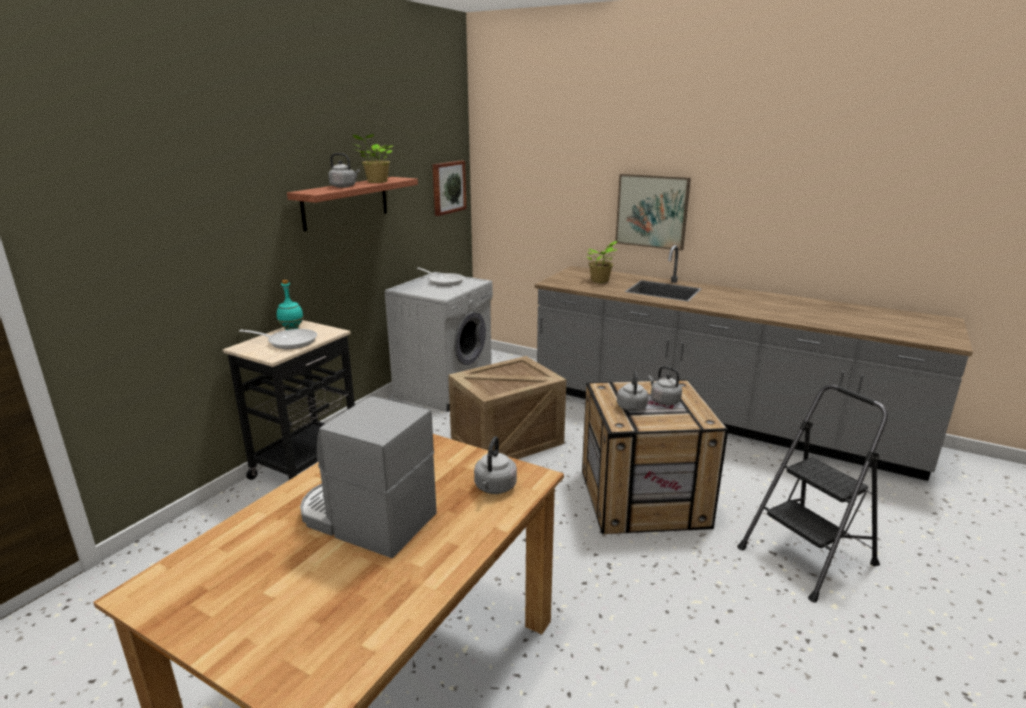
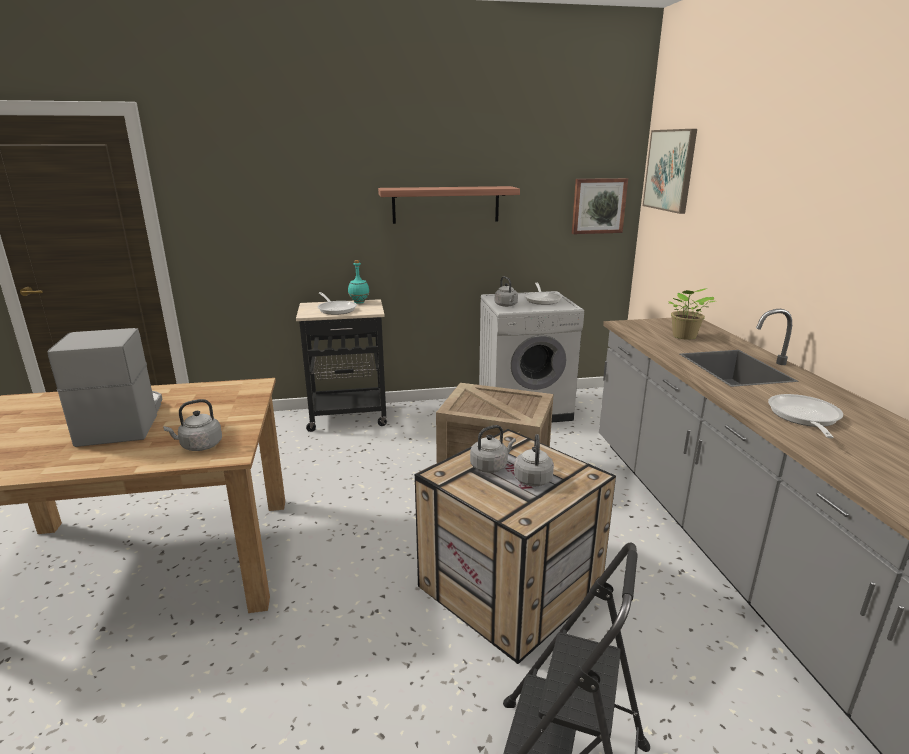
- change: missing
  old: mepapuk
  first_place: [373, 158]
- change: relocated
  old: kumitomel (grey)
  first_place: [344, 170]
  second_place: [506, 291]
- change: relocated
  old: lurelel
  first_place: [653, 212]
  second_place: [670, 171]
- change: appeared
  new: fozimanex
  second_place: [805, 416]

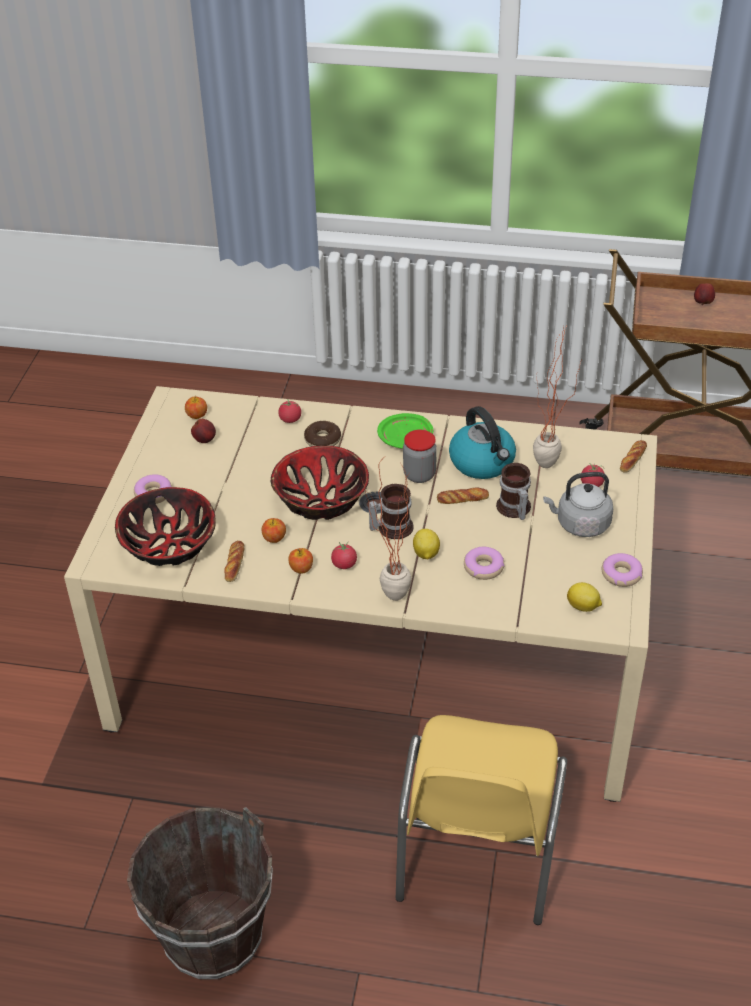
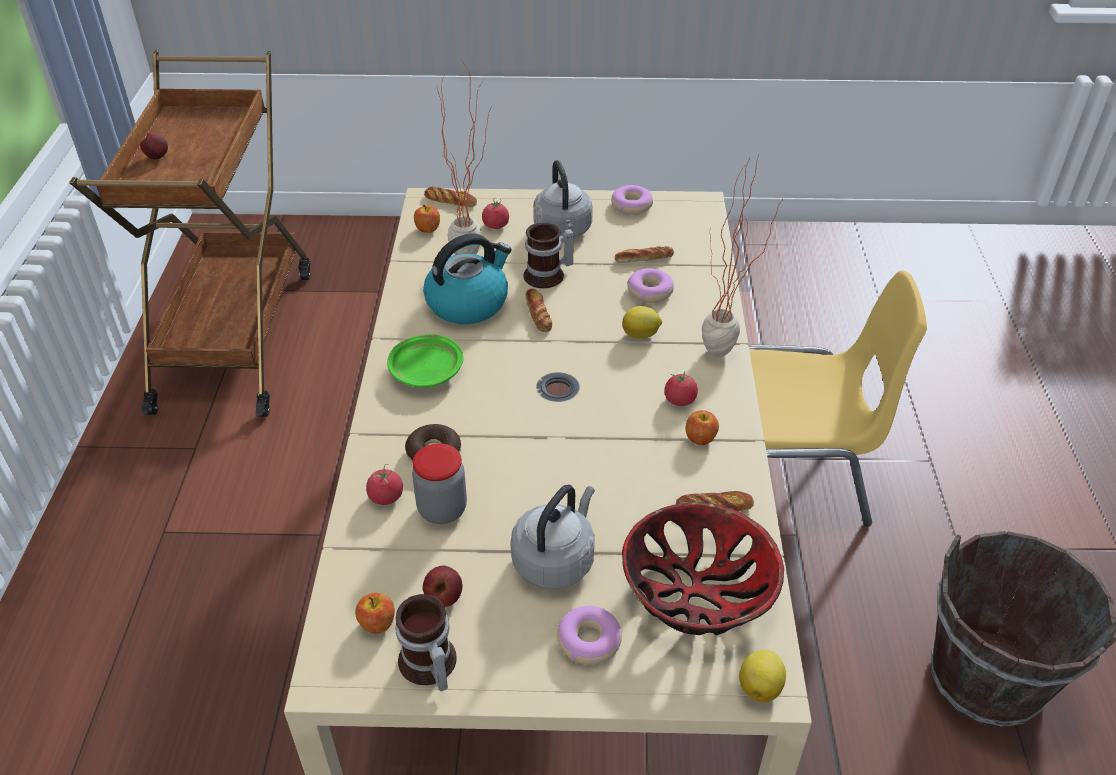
- change: relocated
  old: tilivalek
  first_place: [420, 456]
  second_place: [439, 483]
- change: missing
  old: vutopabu
  first_place: [320, 483]
- change: relocated
  old: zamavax
  first_place: [391, 511]
  second_place: [426, 642]
- change: relocated
  old: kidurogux
  first_place: [274, 530]
  second_place: [427, 219]
- change: relocated
  old: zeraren
  first_place: [584, 597]
  second_place: [762, 676]
- change: appeared
  new: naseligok
  second_place: [644, 254]
- change: appeared
  new: kumitomel (grey)
  second_place: [553, 537]

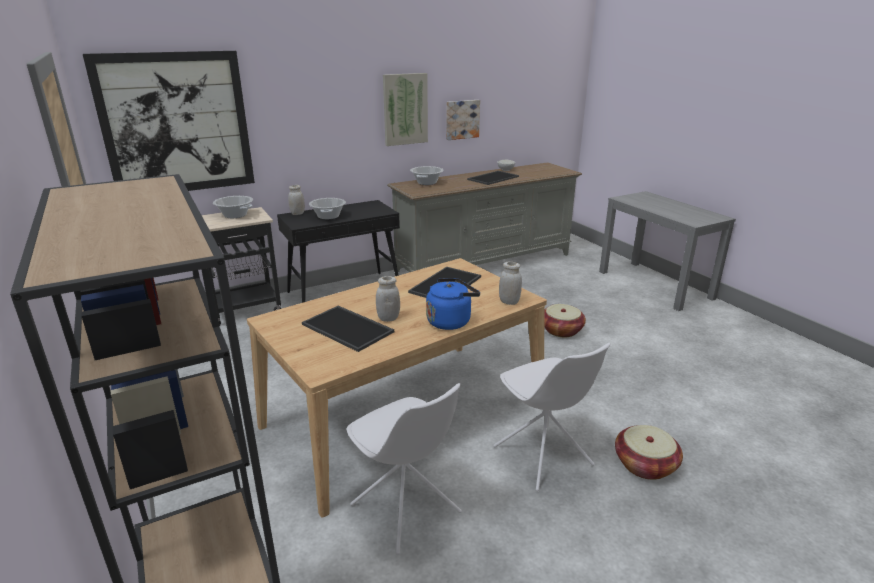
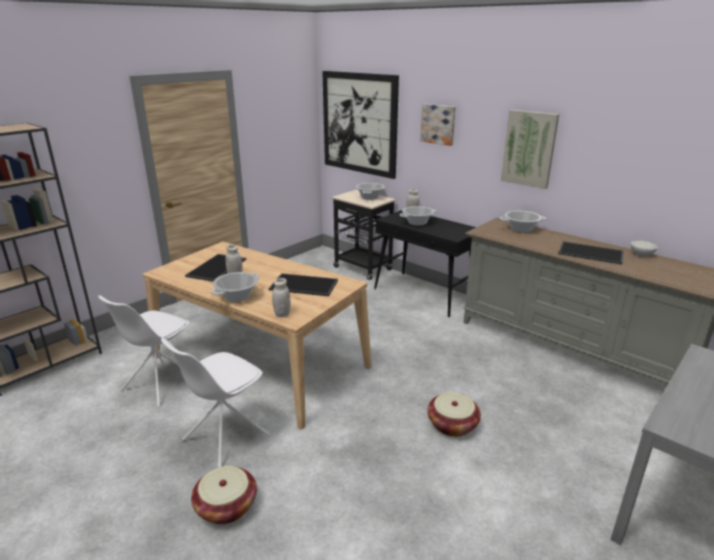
- change: relocated
  old: lurelel
  first_place: [463, 120]
  second_place: [438, 125]
- change: exchanged
  old: kumitomel (blue)
  new: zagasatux
  first_place: [453, 304]
  second_place: [235, 287]

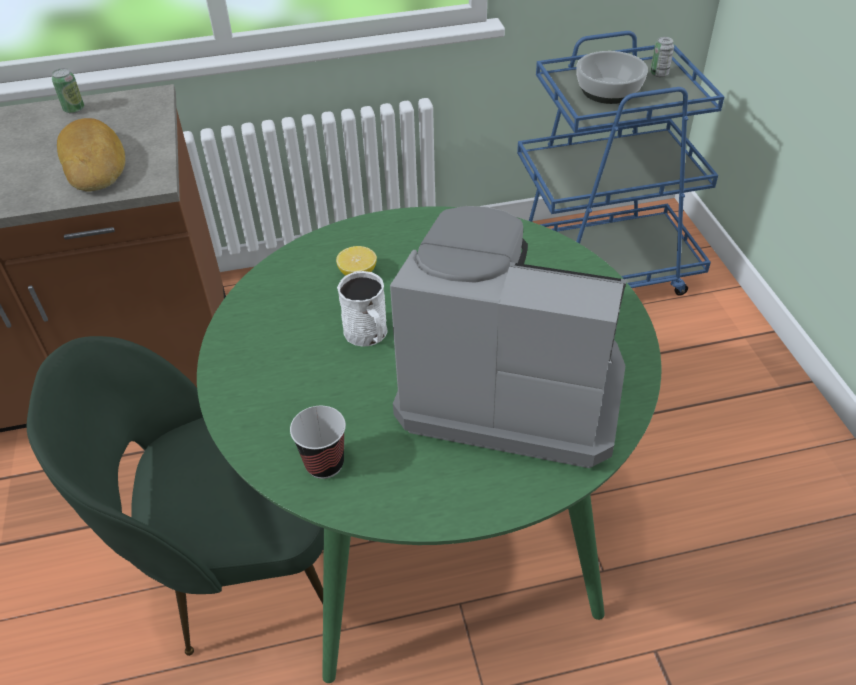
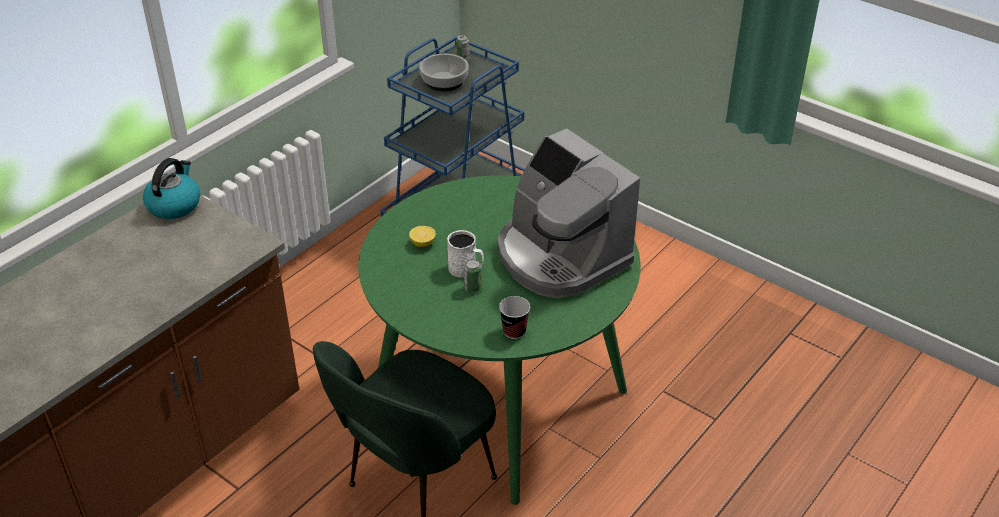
- change: relocated
  old: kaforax
  first_place: [68, 91]
  second_place: [473, 276]
- change: missing
  old: naseligok
  first_place: [91, 154]
- change: spun
  old: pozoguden
  first_place: [508, 337]
  second_place: [568, 214]
  degrees: -105
- change: appeared
  new: kumitomel
  second_place: [171, 188]

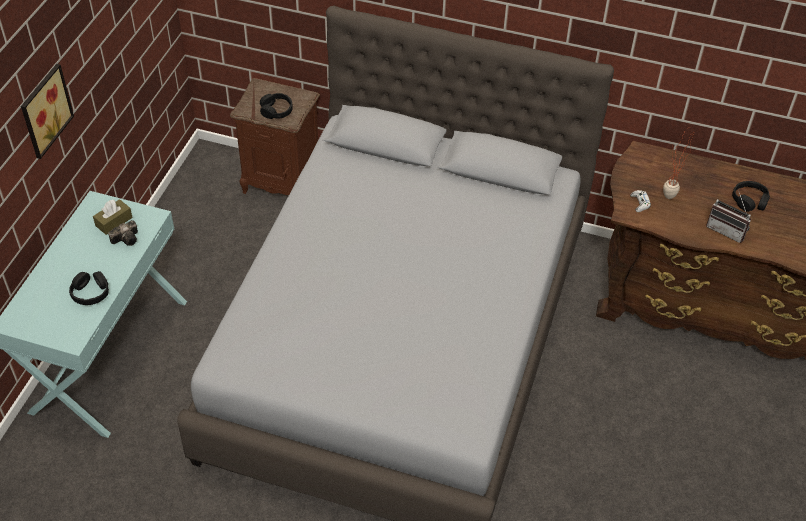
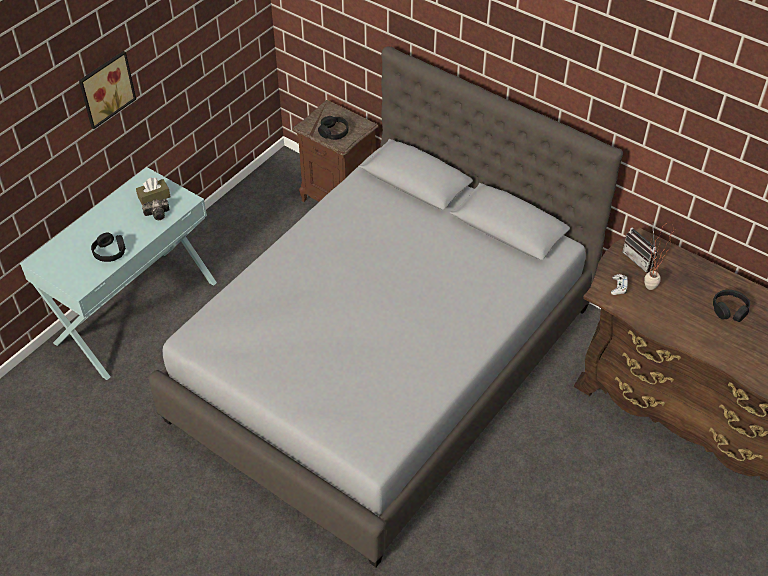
- change: relocated
  old: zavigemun
  first_place: [728, 216]
  second_place: [640, 250]

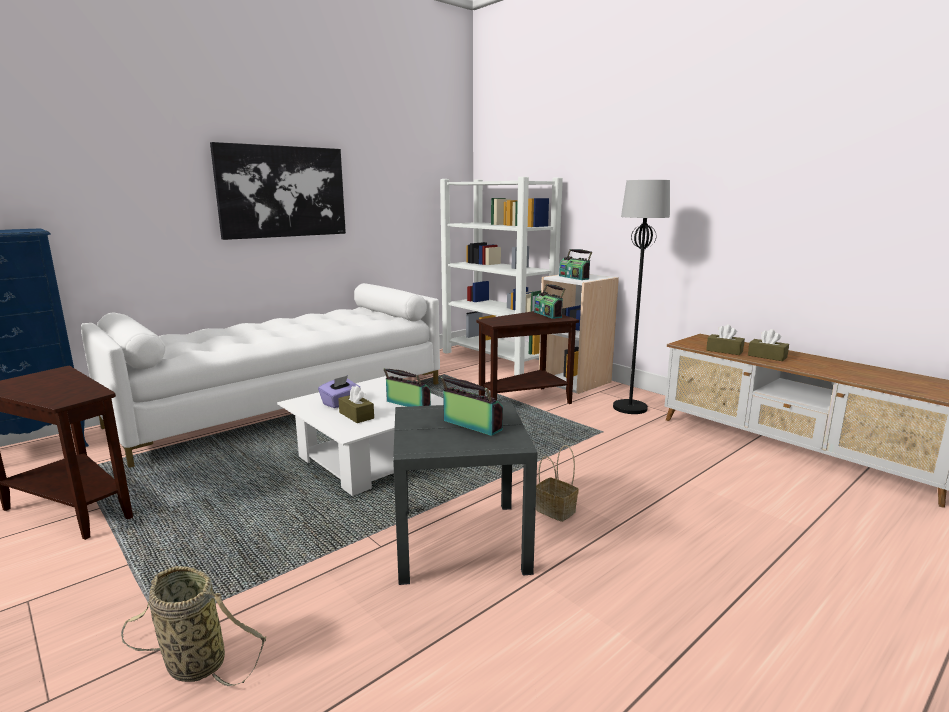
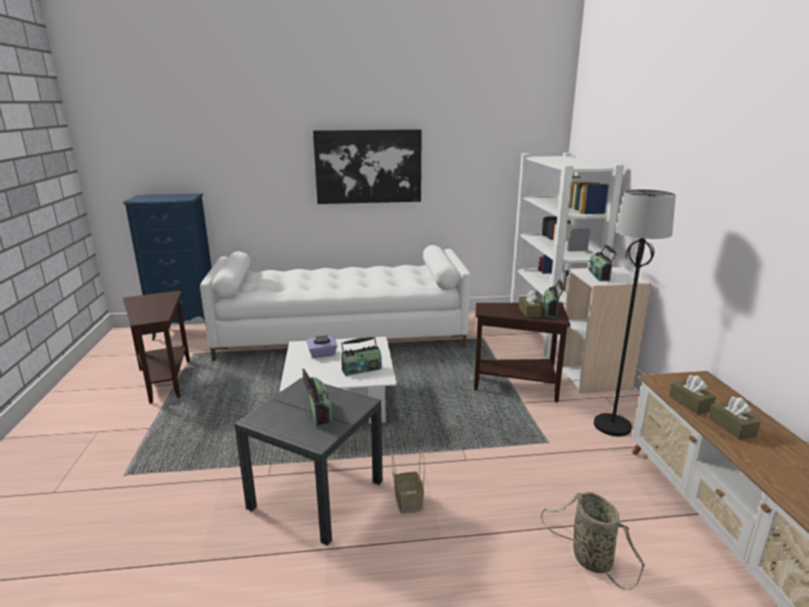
- change: spun
  old: zavigemun
  first_place: [407, 387]
  second_place: [361, 356]
  degrees: 90
- change: relocated
  old: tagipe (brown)
  first_place: [356, 404]
  second_place: [530, 303]
- change: relocated
  old: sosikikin
  first_place: [193, 626]
  second_place: [593, 541]

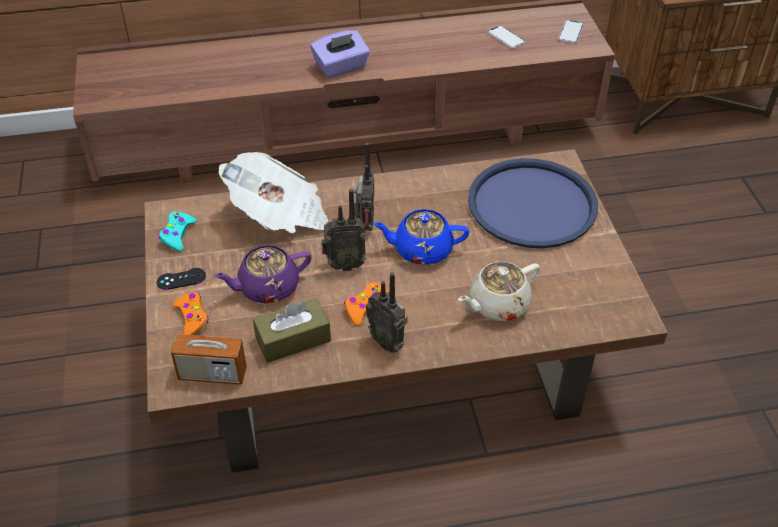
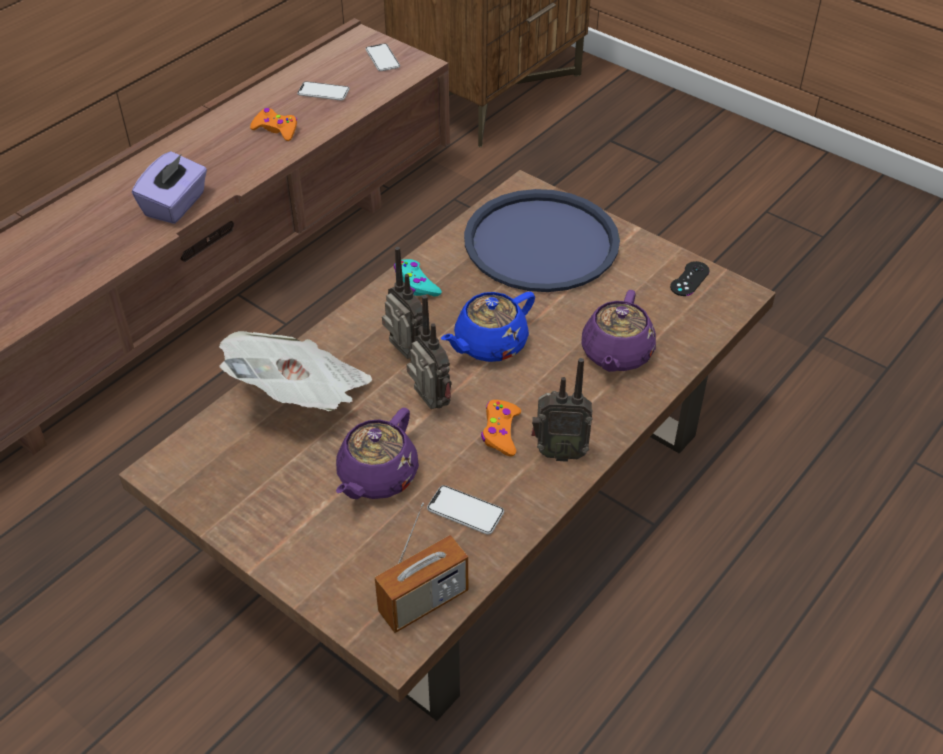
- change: spun
  old: zavigemun
  first_place: [343, 230]
  second_place: [429, 352]
  degrees: -75
- change: relocated
  old: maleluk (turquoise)
  first_place: [177, 231]
  second_place: [418, 278]
- change: colour
  old: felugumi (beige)
  new: felugumi (purple)
  first_place: [499, 291]
  second_place: [618, 331]
- change: relocated
  old: maleluk (black)
  first_place: [181, 279]
  second_place: [690, 278]
- change: relocated
  old: maleluk (orange)
  first_place: [191, 313]
  second_place: [273, 124]
- change: exchanged
  old: tagipe (brown)
  new: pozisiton
  first_place: [292, 330]
  second_place: [465, 510]

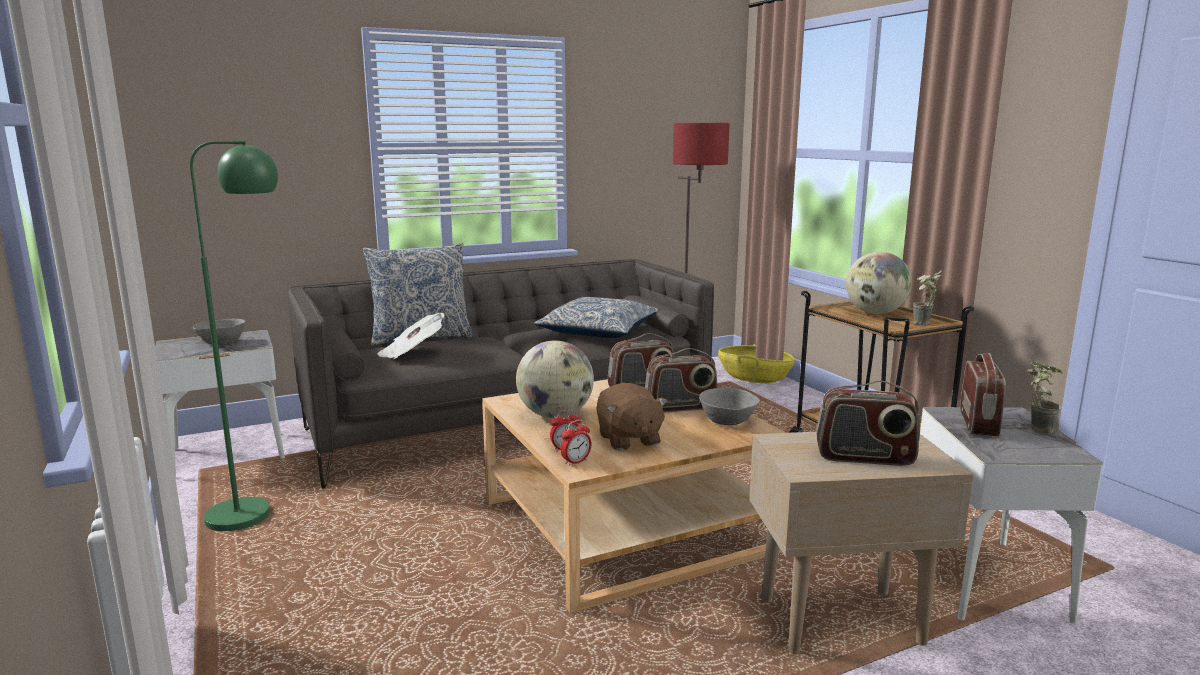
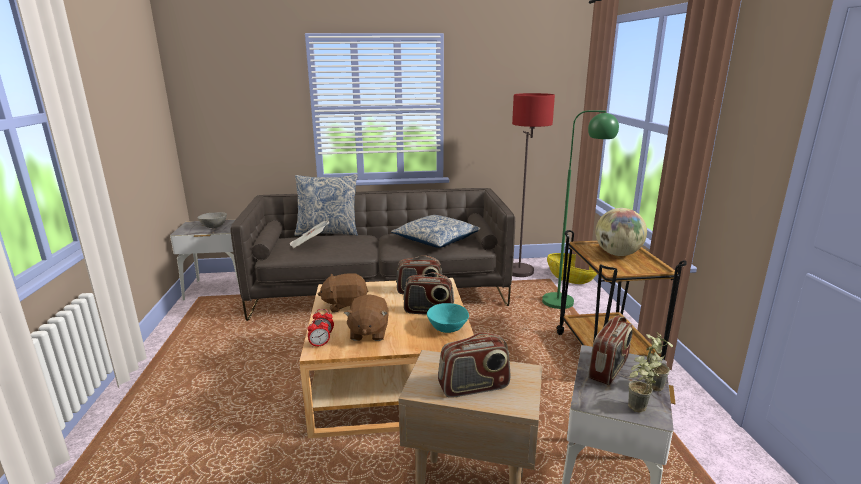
- change: relocated
  old: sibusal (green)
  first_place: [234, 335]
  second_place: [580, 209]
- change: relocated
  old: mepapuk
  first_place: [927, 297]
  second_place: [646, 384]
- change: exchanged
  old: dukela
  new: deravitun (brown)
  first_place: [555, 379]
  second_place: [343, 293]
- change: spun
  old: zavigemun
  first_place: [868, 423]
  second_place: [474, 365]
  degrees: -45
- change: colour
  old: vutopabu (grey)
  new: vutopabu (turquoise)
  first_place: [729, 406]
  second_place: [448, 318]

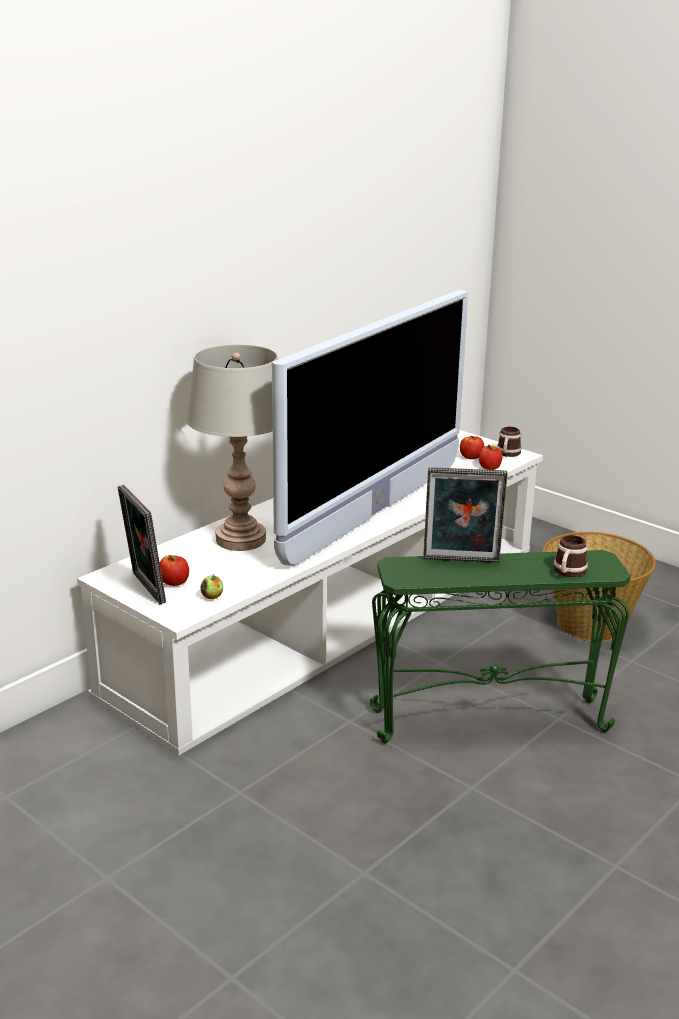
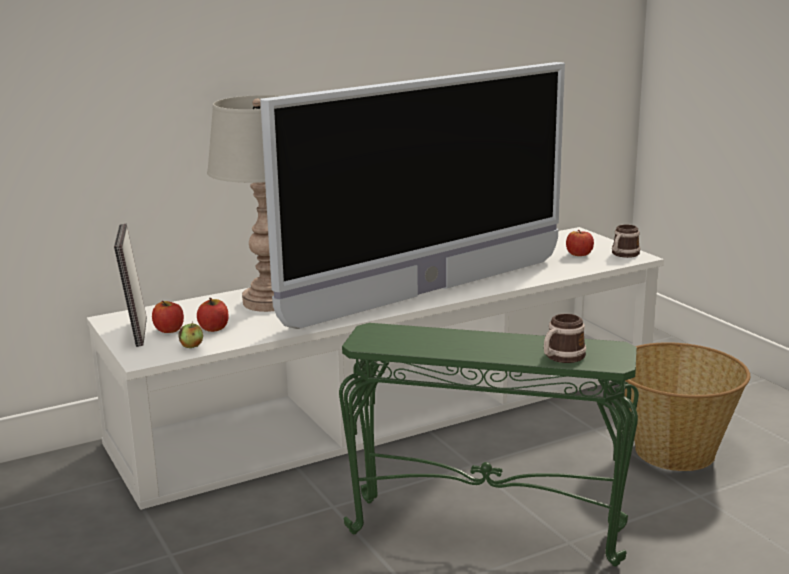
- change: relocated
  old: kidurogux
  first_place: [491, 457]
  second_place: [213, 315]
- change: missing
  old: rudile
  first_place: [465, 515]

